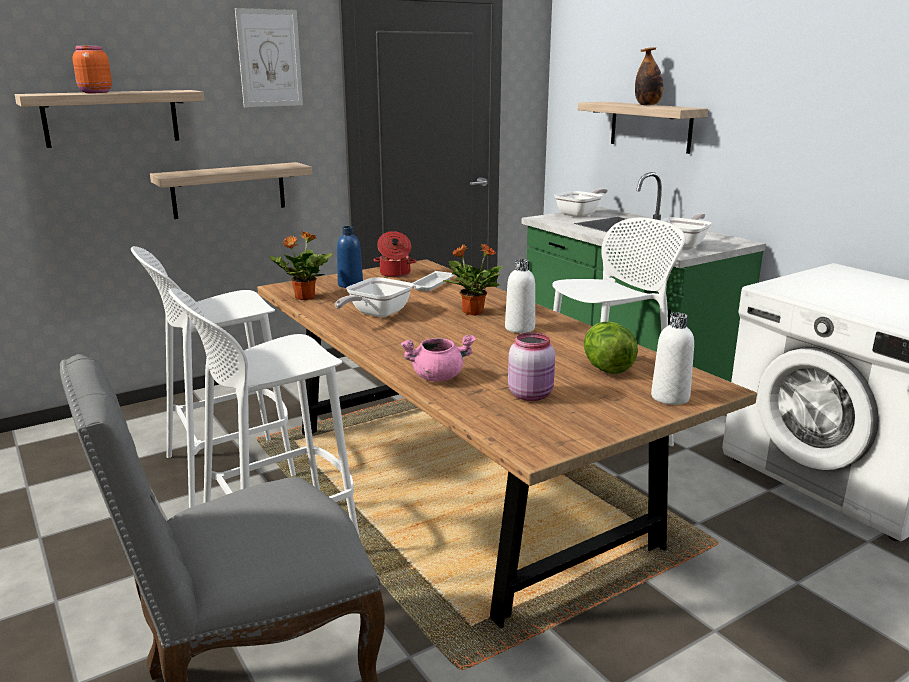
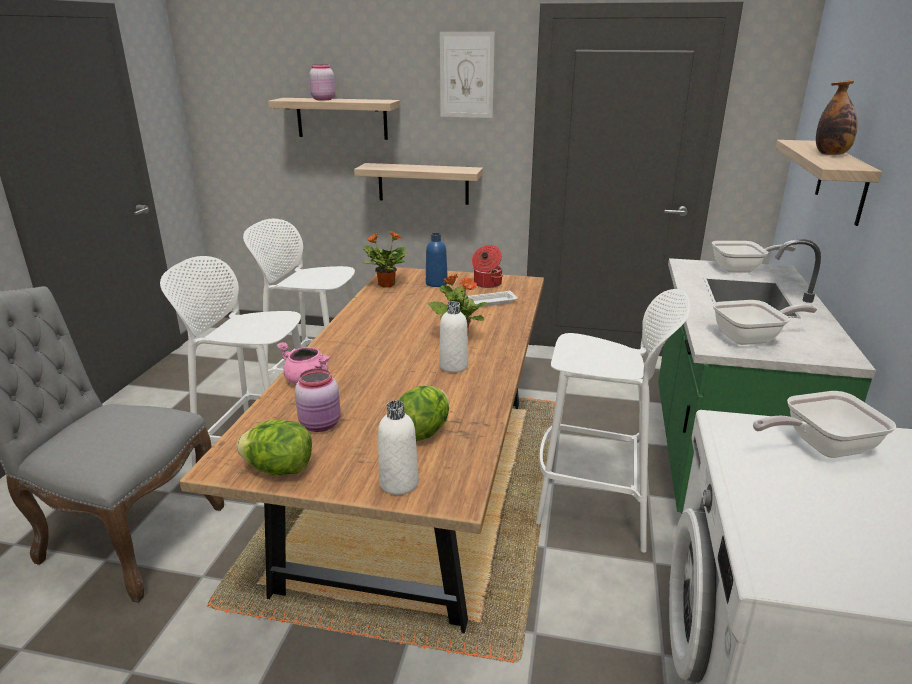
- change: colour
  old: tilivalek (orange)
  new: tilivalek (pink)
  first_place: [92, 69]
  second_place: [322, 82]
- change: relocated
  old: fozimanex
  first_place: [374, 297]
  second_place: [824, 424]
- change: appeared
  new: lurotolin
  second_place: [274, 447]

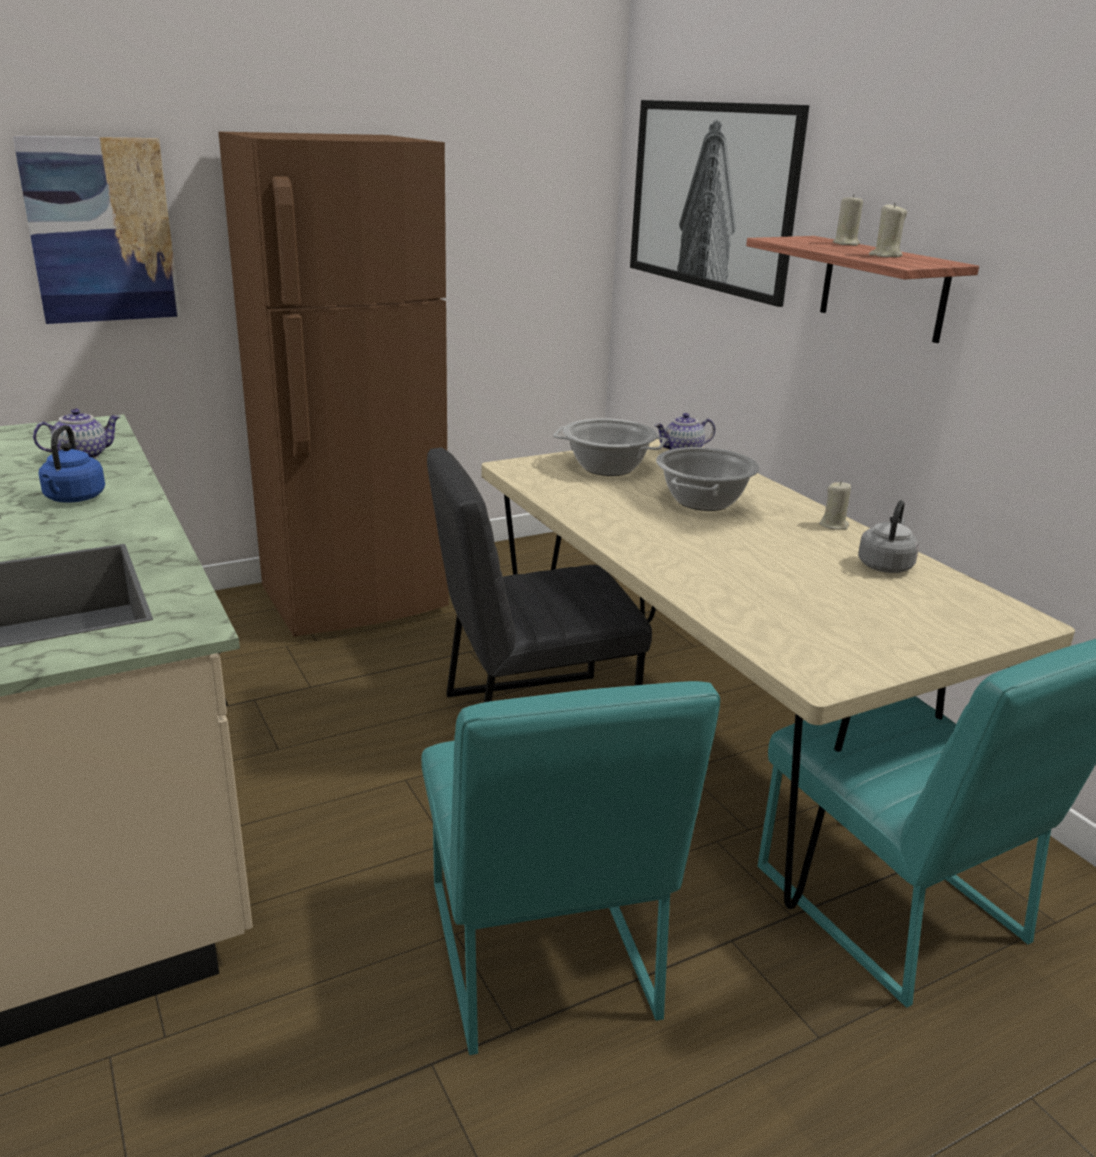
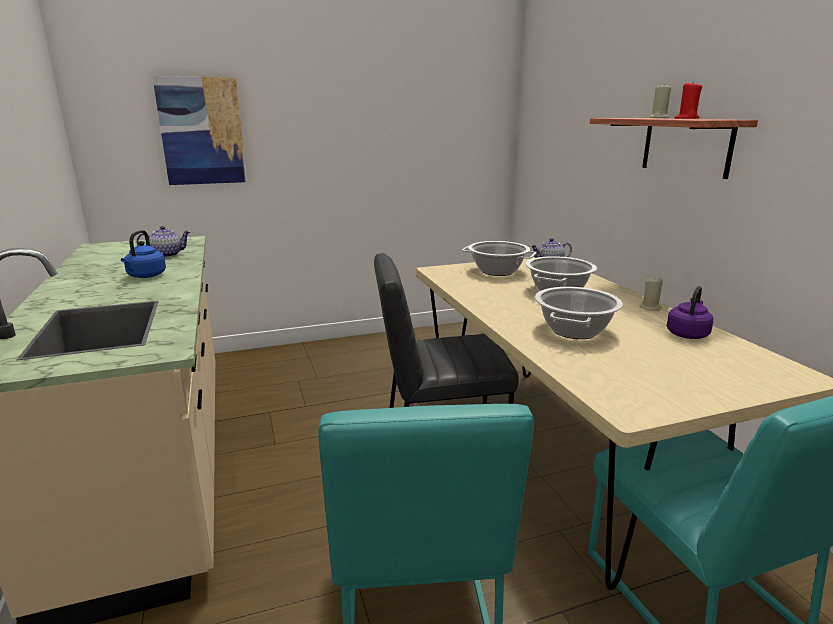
- change: missing
  old: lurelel
  first_place: [719, 203]
- change: missing
  old: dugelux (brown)
  first_place: [333, 384]
- change: colour
  old: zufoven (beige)
  new: zufoven (red)
  first_place: [888, 230]
  second_place: [688, 101]
- change: colour
  old: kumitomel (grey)
  new: kumitomel (purple)
  first_place: [888, 536]
  second_place: [690, 312]
- change: appeared
  new: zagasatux
  second_place: [579, 313]

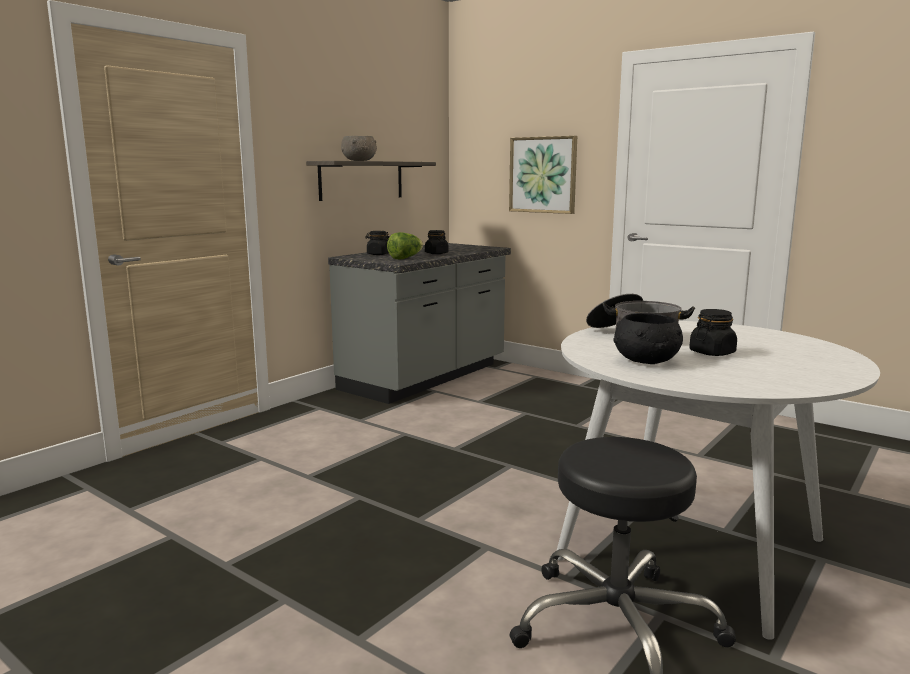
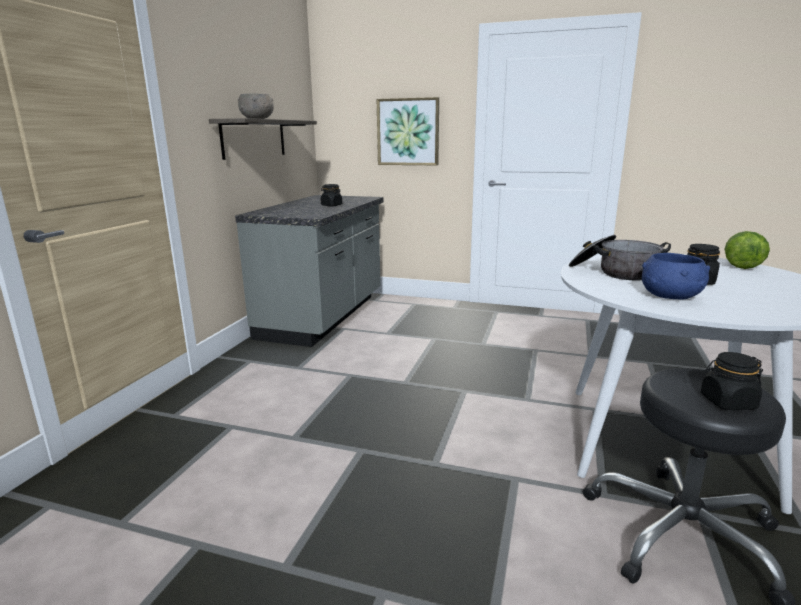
- change: relocated
  old: tilivalek (black)
  first_place: [377, 243]
  second_place: [732, 381]
- change: relocated
  old: lurotolin
  first_place: [405, 245]
  second_place: [747, 250]
- change: colour
  old: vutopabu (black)
  new: vutopabu (blue)
  first_place: [648, 338]
  second_place: [676, 276]

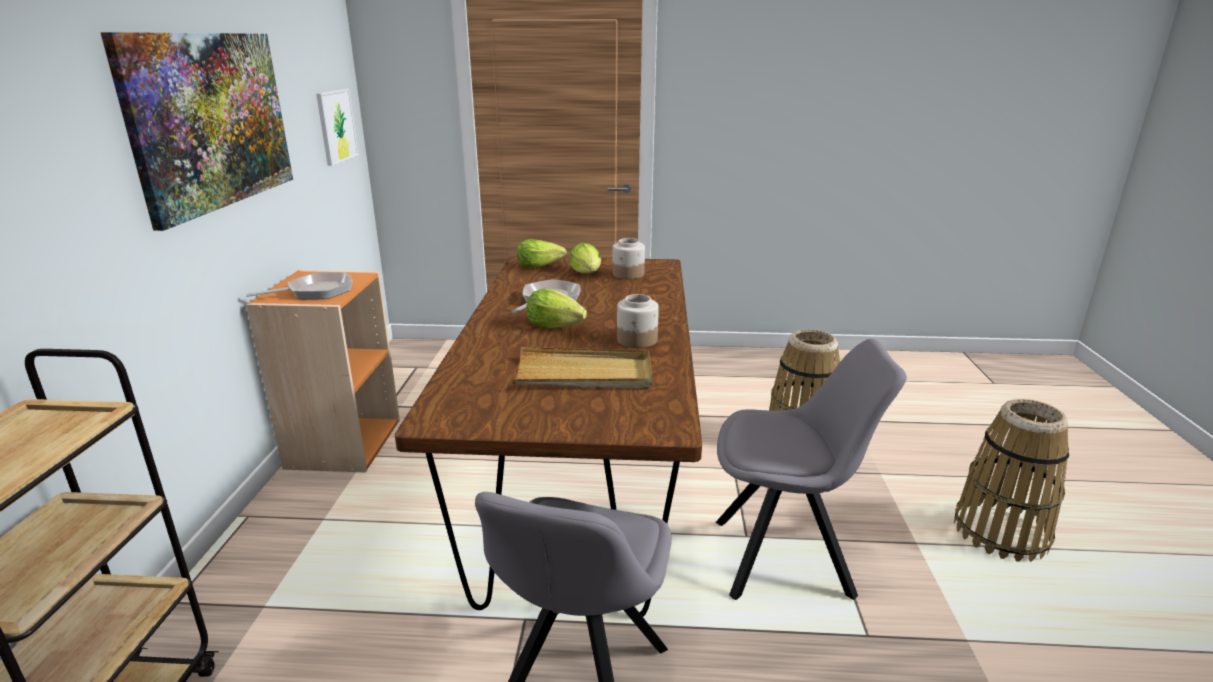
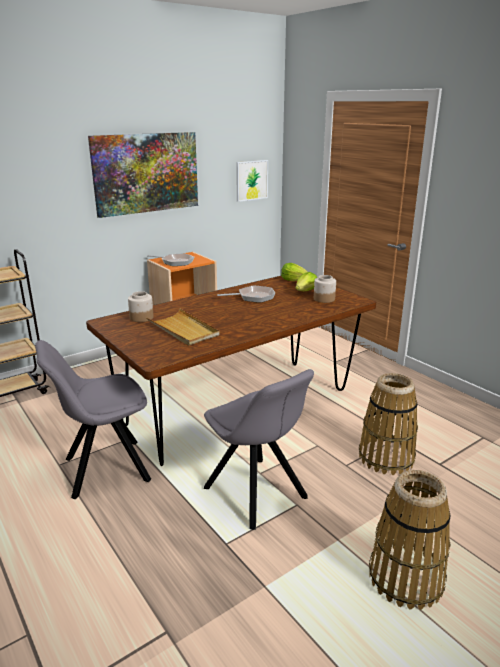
- change: missing
  old: lurotolin
  first_place: [556, 308]
- change: relocated
  old: tilivalek
  first_place: [638, 321]
  second_place: [141, 306]

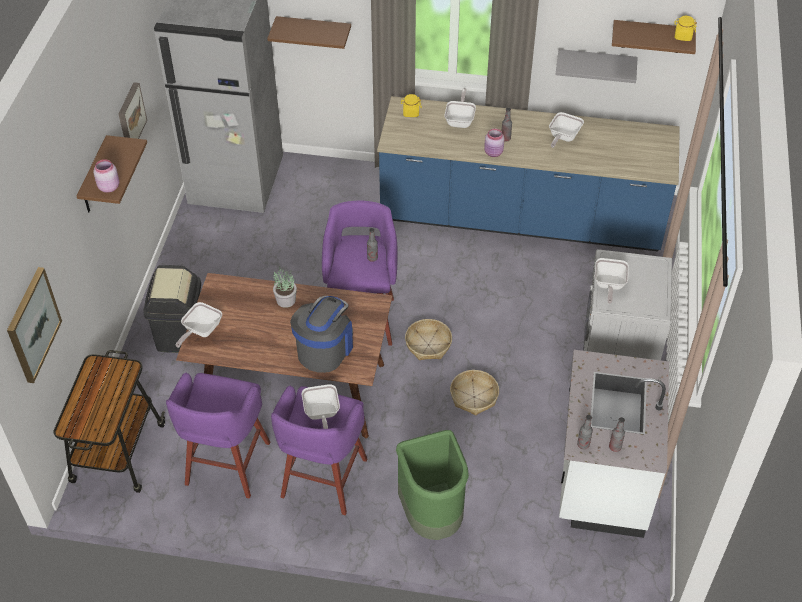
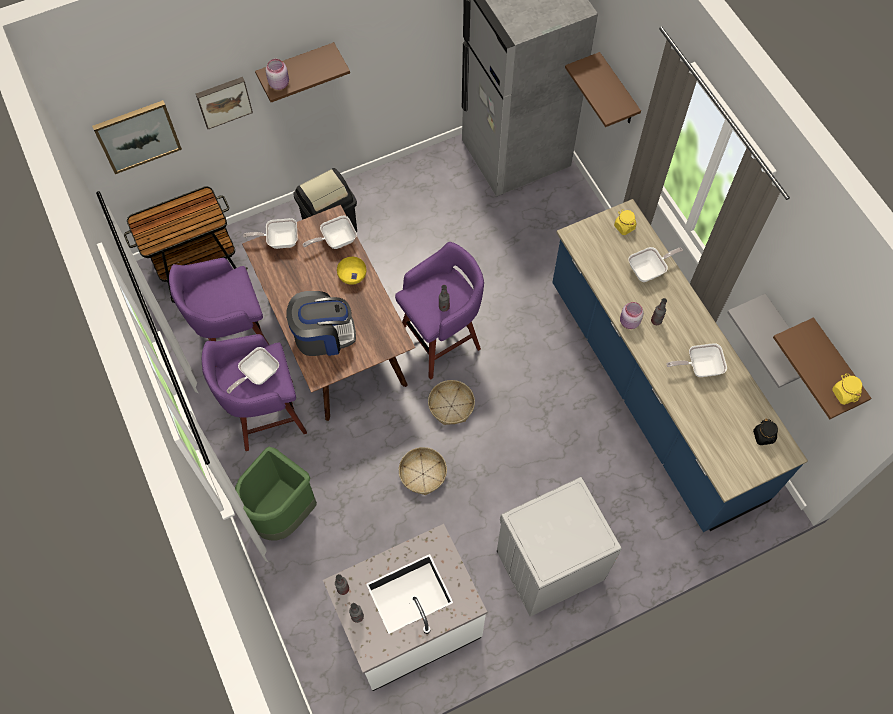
- change: relocated
  old: lurelel
  first_place: [132, 110]
  second_place: [224, 103]
- change: relocated
  old: fozimanex
  first_place: [612, 281]
  second_place: [329, 232]
- change: exchanged
  old: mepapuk
  new: vutopabu (yellow)
  first_place: [285, 287]
  second_place: [351, 271]
- change: appeared
  new: tilivalek (black)
  second_place: [765, 432]

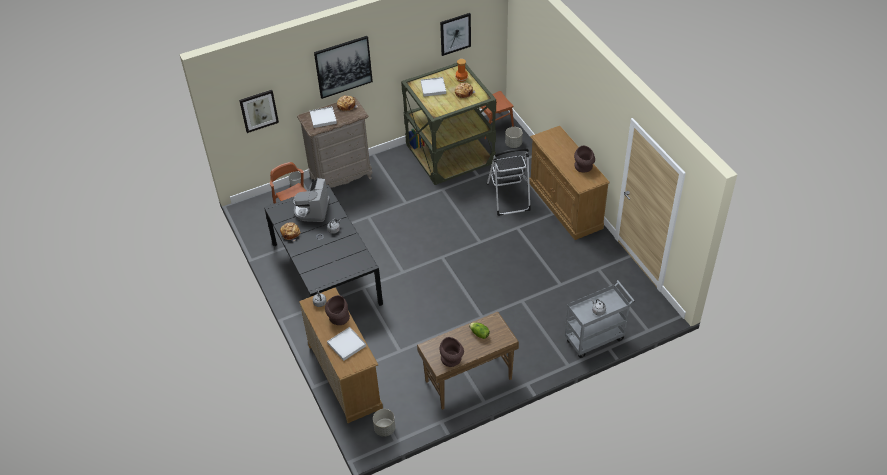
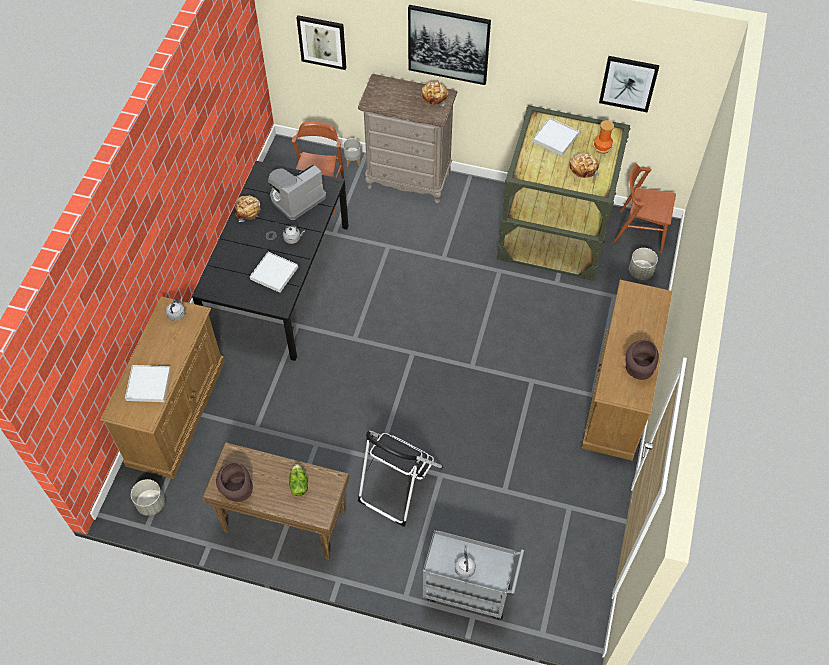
- change: relocated
  old: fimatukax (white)
  first_place: [323, 117]
  second_place: [274, 272]
- change: relocated
  old: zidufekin
  first_place: [509, 182]
  second_place: [400, 479]
- change: missing
  old: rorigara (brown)
  first_place: [337, 310]

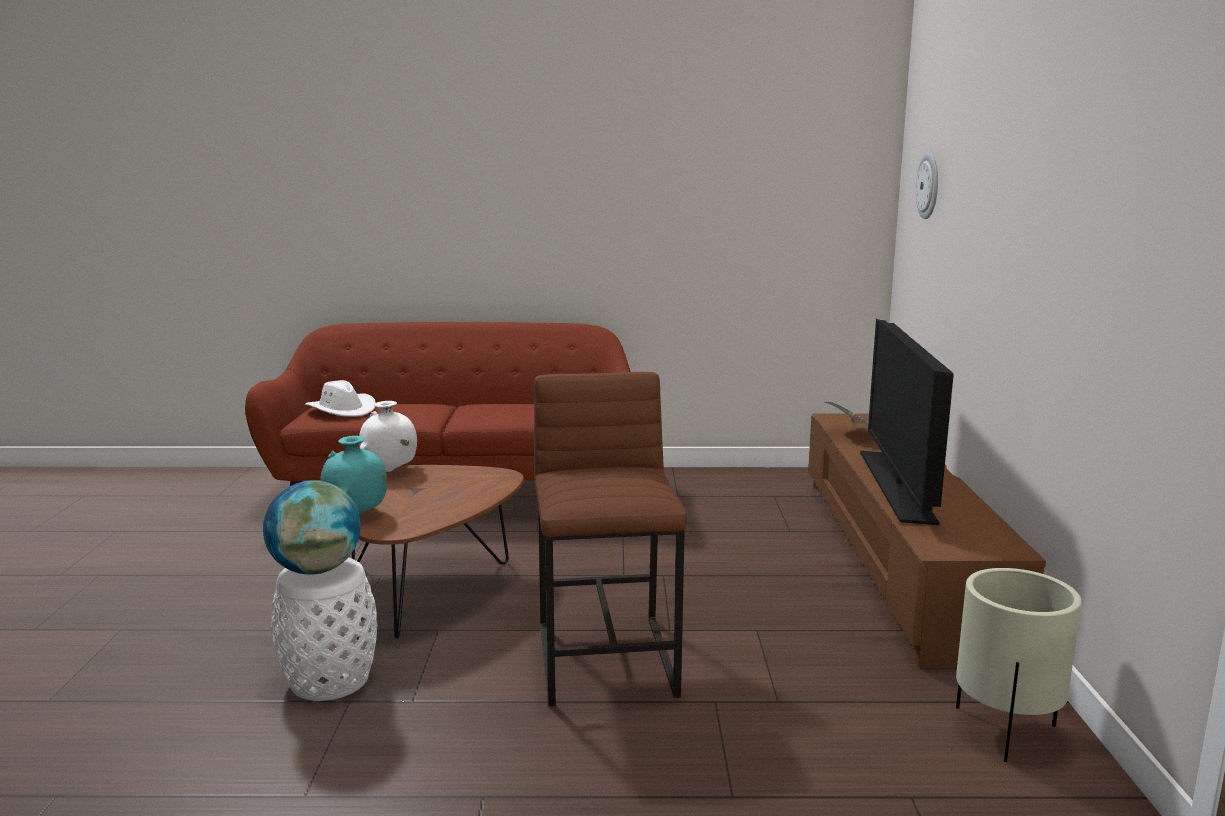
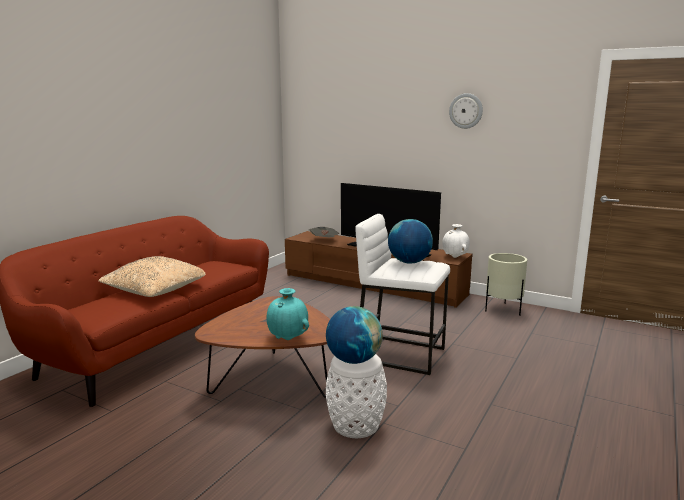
- change: relocated
  old: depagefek
  first_place: [927, 186]
  second_place: [466, 111]
- change: colour
  old: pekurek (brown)
  new: pekurek (white)
  first_place: [610, 539]
  second_place: [402, 294]
- change: missing
  old: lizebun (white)
  first_place: [340, 398]
- change: relocated
  old: rorigara (white)
  first_place: [388, 436]
  second_place: [456, 241]
- change: appeared
  new: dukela
  second_place: [410, 241]
- change: appeared
  new: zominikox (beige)
  second_place: [152, 276]

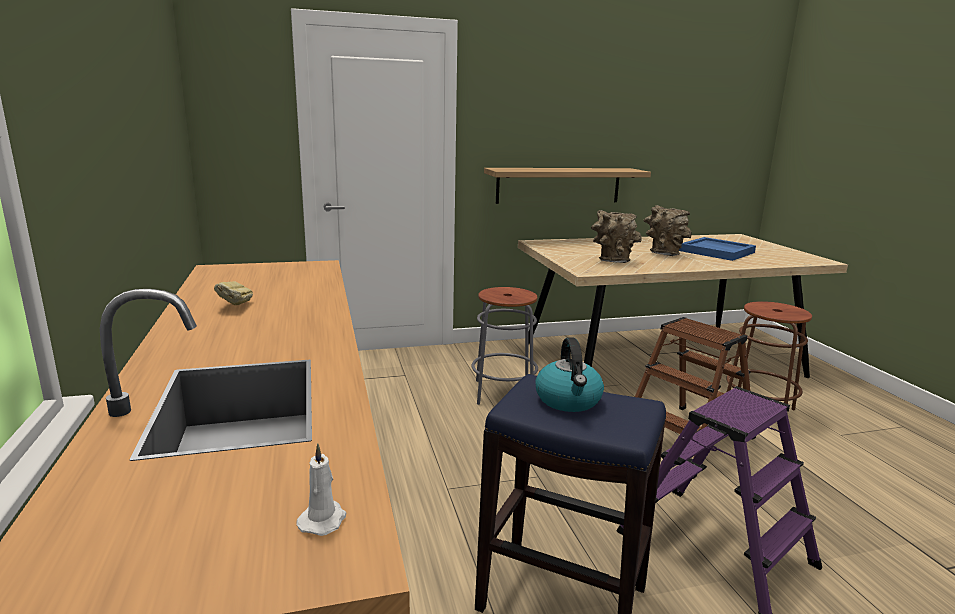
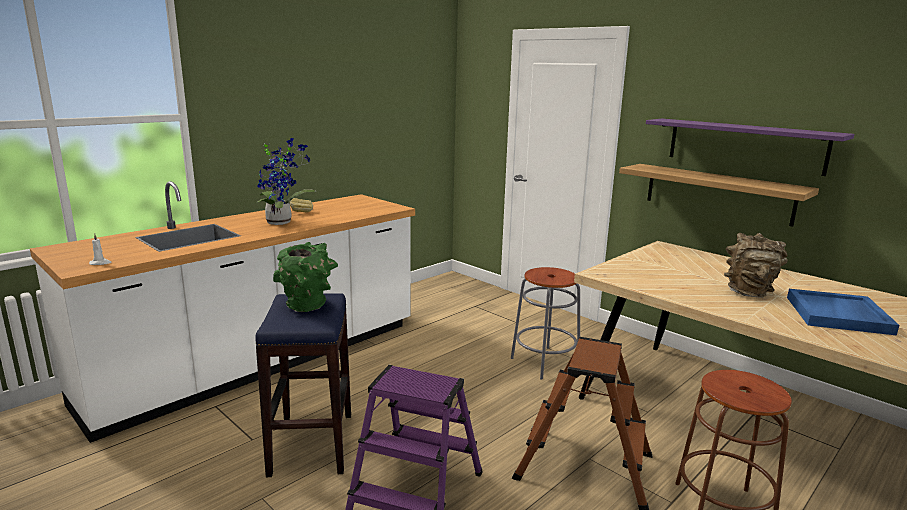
- change: missing
  old: rorigara (brown)
  first_place: [616, 236]
- change: exchanged
  old: kumitomel
  new: rorigara (green)
  first_place: [569, 375]
  second_place: [305, 277]
- change: appeared
  new: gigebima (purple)
  second_place: [750, 147]
- change: appeared
  new: mepapuk
  second_place: [286, 181]

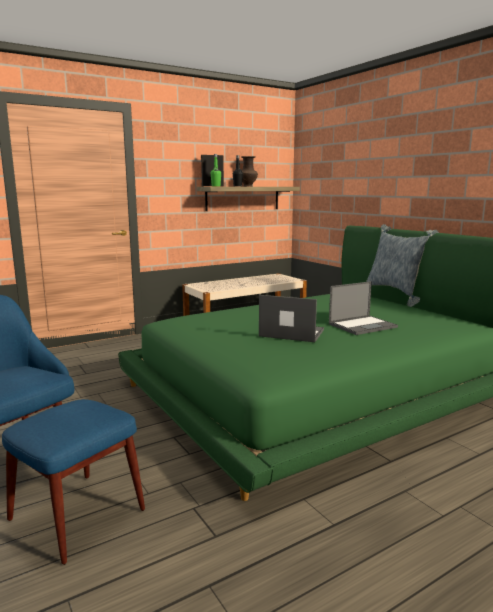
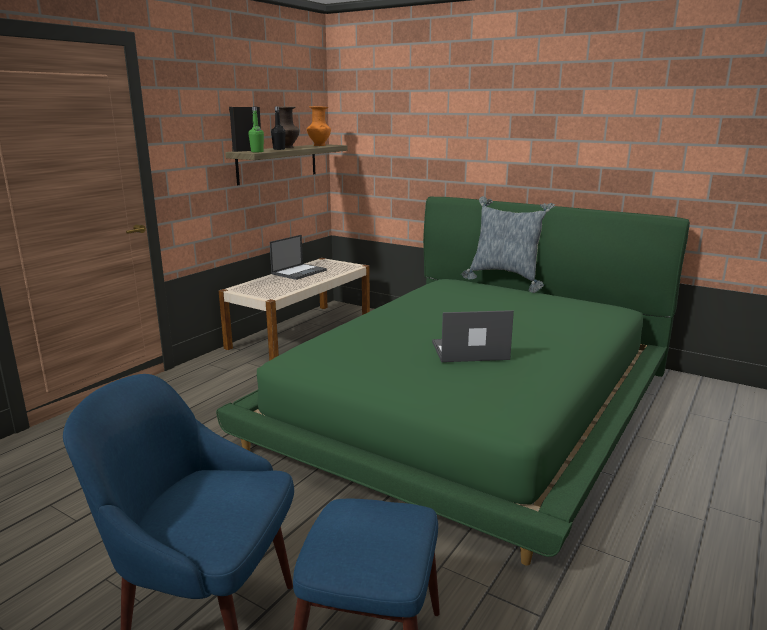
- change: relocated
  old: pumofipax
  first_place: [363, 308]
  second_place: [298, 257]
- change: appeared
  new: rorigara (orange)
  second_place: [319, 126]

